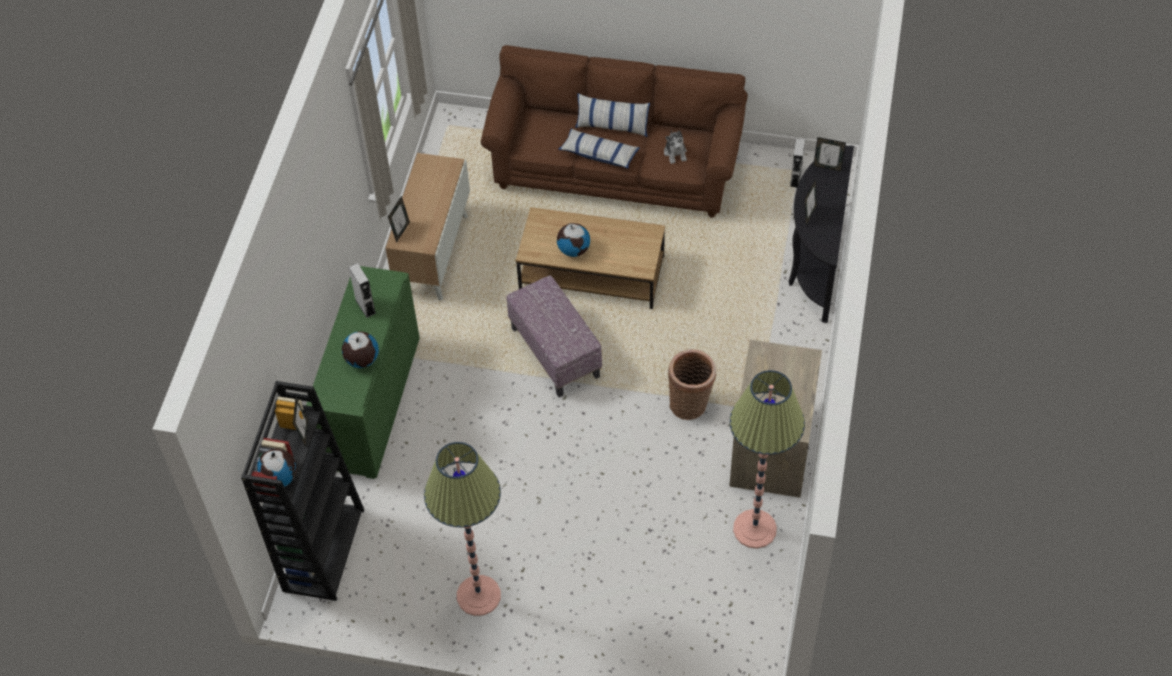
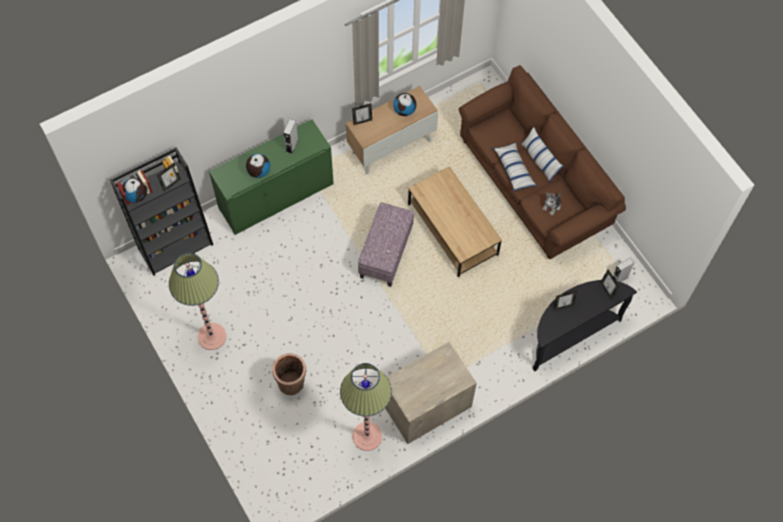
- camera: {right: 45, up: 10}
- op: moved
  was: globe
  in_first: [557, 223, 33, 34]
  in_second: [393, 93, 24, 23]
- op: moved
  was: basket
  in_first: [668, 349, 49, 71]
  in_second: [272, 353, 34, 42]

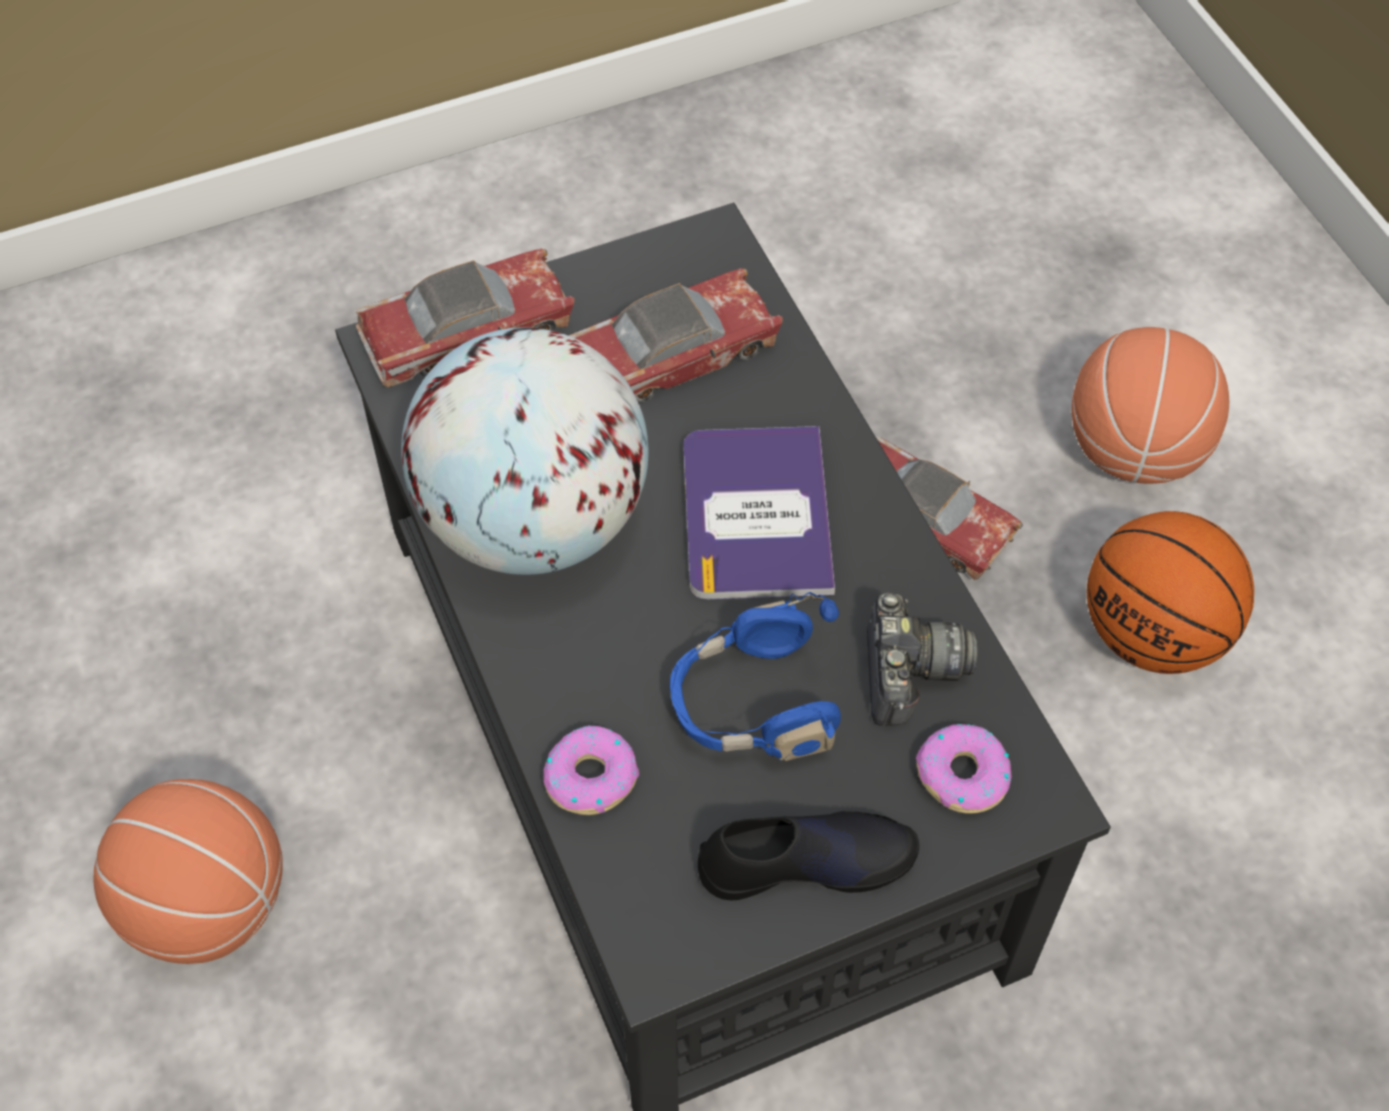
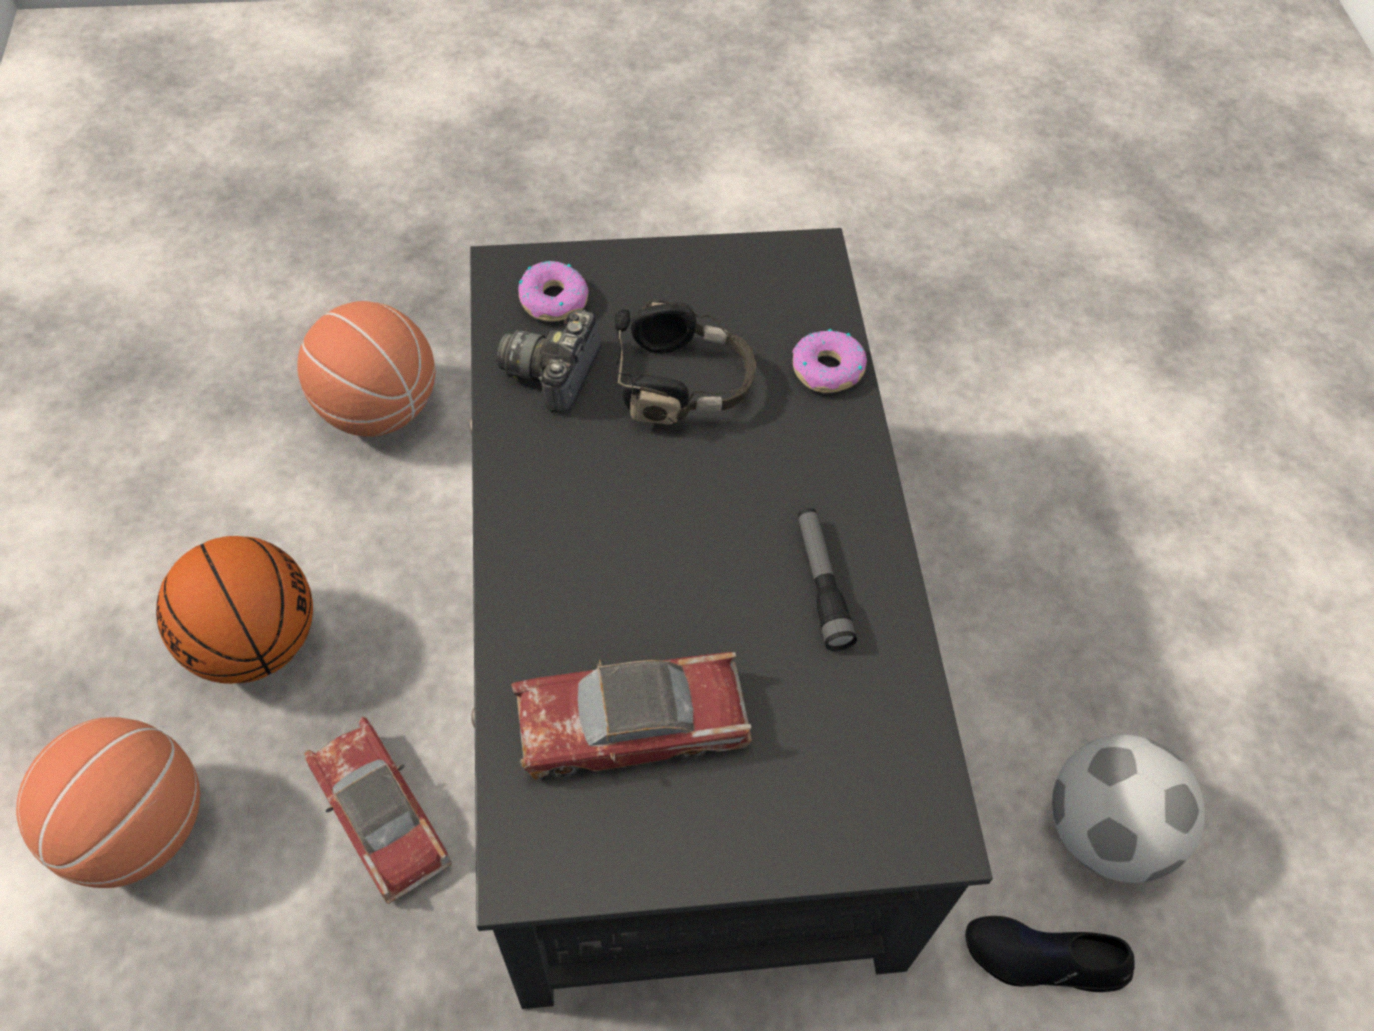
- camera: {right: -165, up: 0}
- op: removed
  was: toy car
  in_first: [354, 248, 221, 139]
- op: replaced
  was: globe
  now: flashlight
  in_first: [401, 327, 248, 248]
  in_second: [798, 508, 59, 143]
- op: removed
  was: book
  in_first: [684, 426, 151, 173]
- op: recoloured
  was: headphones (blue)
  now: headphones (black)
  in_first: [670, 592, 171, 169]
  in_second: [615, 299, 141, 126]
- op: moved
  was: basketball
  in_first: [93, 779, 190, 185]
  in_second: [298, 301, 137, 136]
- op: moved
  was: shoe (black)
  in_first: [698, 811, 221, 89]
  in_second: [965, 916, 170, 76]
- op: added
  now: football
  in_second: [1052, 735, 153, 148]

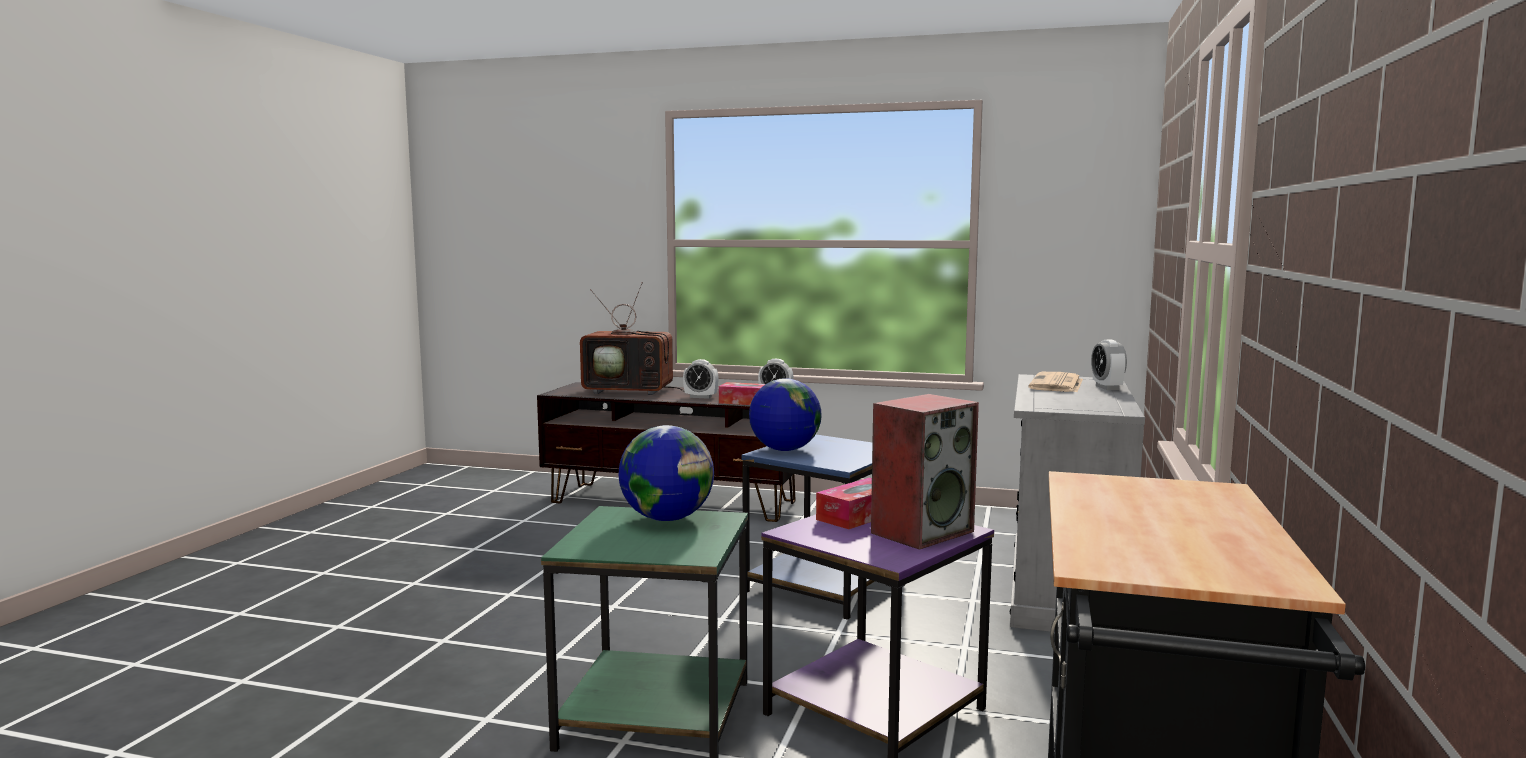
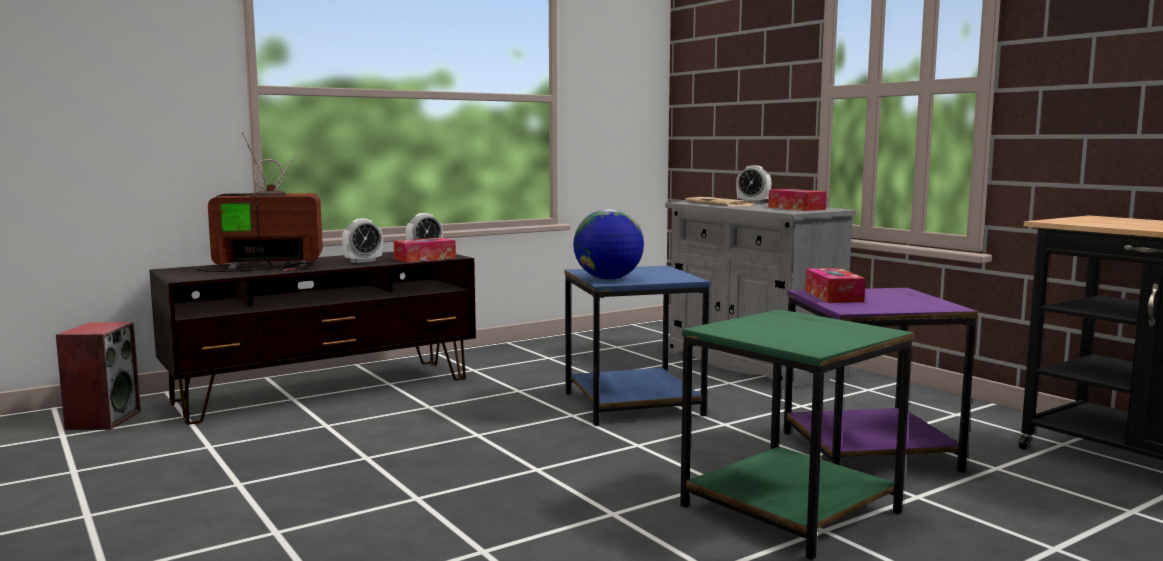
- camera: {right: -50, up: 0}
- op: turned
  was: television
  in_first: [580, 282, 105, 113]
  in_second: [193, 132, 130, 140]
  clockwise: -150
- op: moved
  was: speaker
  in_first: [871, 394, 108, 156]
  in_second: [56, 322, 85, 108]
- op: removed
  was: globe
  in_first: [619, 425, 95, 96]
- op: added
  now: tissue box
  in_second: [768, 189, 59, 22]

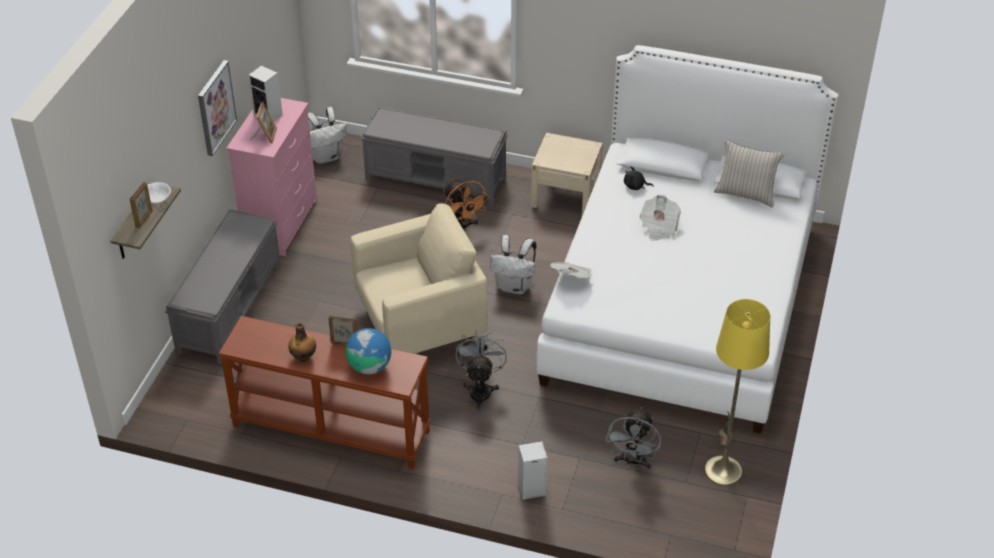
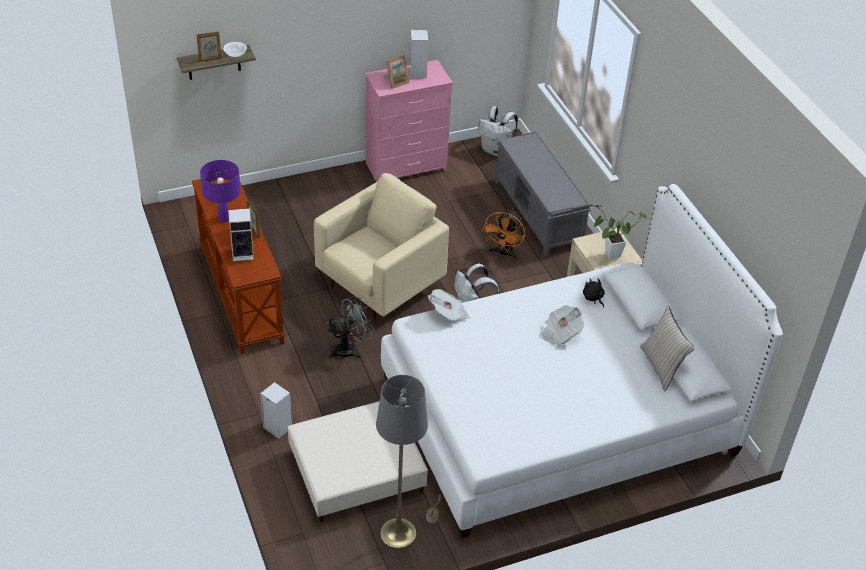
- camera: {right: 50, up: 0}
- op: removed
  was: picture
  in_first: [198, 60, 39, 96]
- op: turned
  was: armchair (beige)
  in_first: [351, 204, 137, 150]
  in_second: [314, 173, 135, 147]
  clockwise: -75
- op: removed
  was: bench (grey)
  in_first: [165, 209, 116, 155]
- op: recoloured
  was: floor lamp (yellow)
  now: floor lamp (grey)
  in_first: [705, 299, 65, 187]
  in_second: [376, 375, 52, 174]
- op: replaced
  was: bottle
  now: table lamp (purple)
  in_first: [288, 323, 28, 39]
  in_second: [200, 160, 41, 62]
- op: replaced
  was: globe
  now: speaker
  in_first: [345, 328, 47, 47]
  in_second: [228, 208, 26, 53]
- op: replaced
  was: fan (grey)
  now: ottoman (beige)
  in_first: [606, 407, 55, 62]
  in_second: [287, 402, 141, 120]
- op: added
  now: potted plant
  in_second: [590, 205, 57, 54]

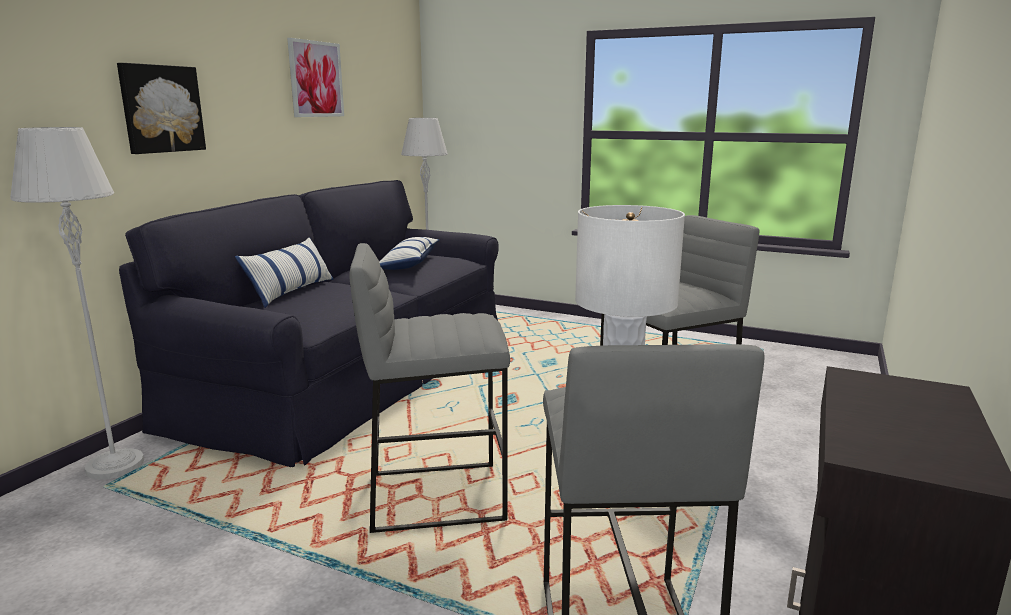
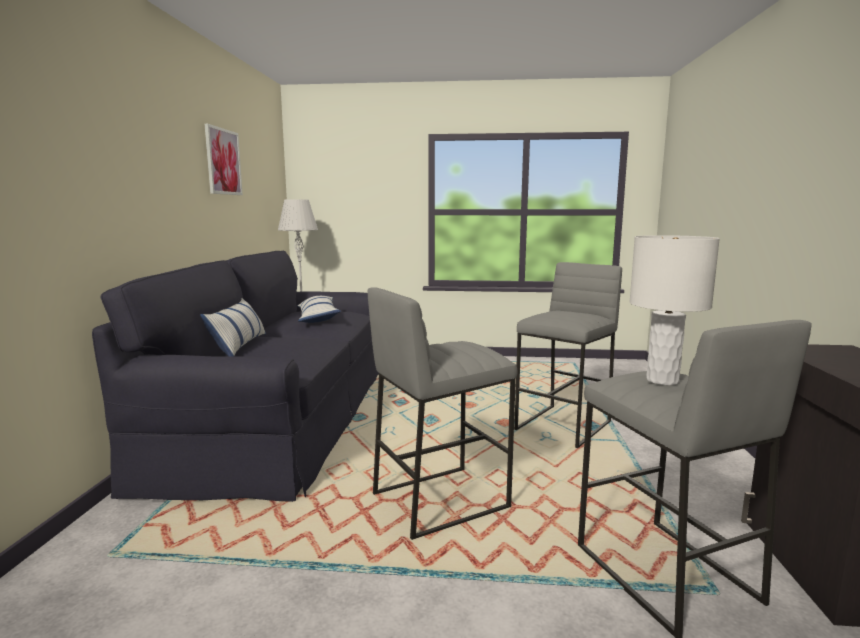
- camera: {right: -20, up: -5}
- op: removed
  was: picture
  in_first: [117, 63, 89, 91]
- op: removed
  was: floor lamp (grey)
  in_first: [10, 127, 134, 352]

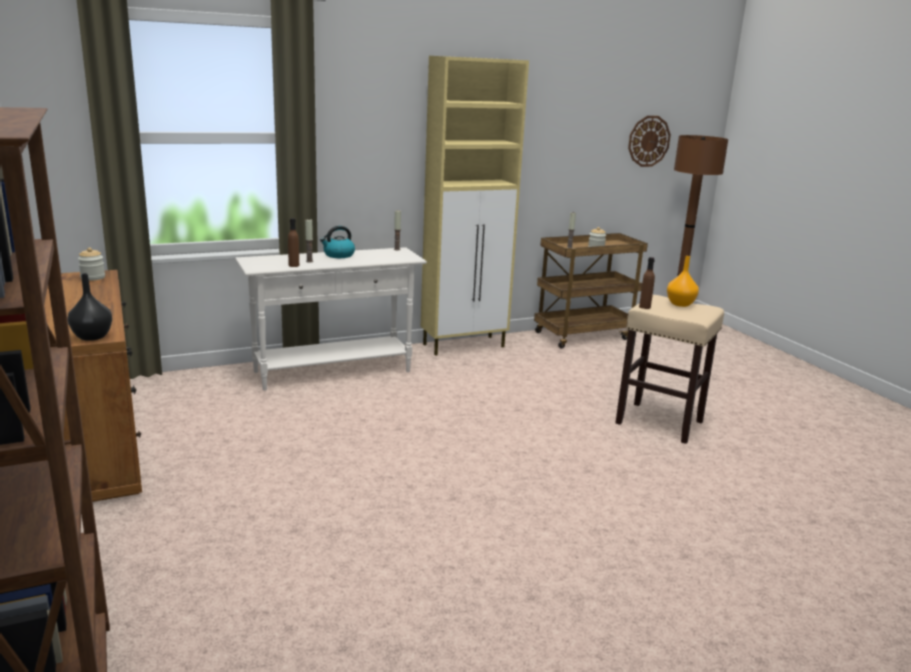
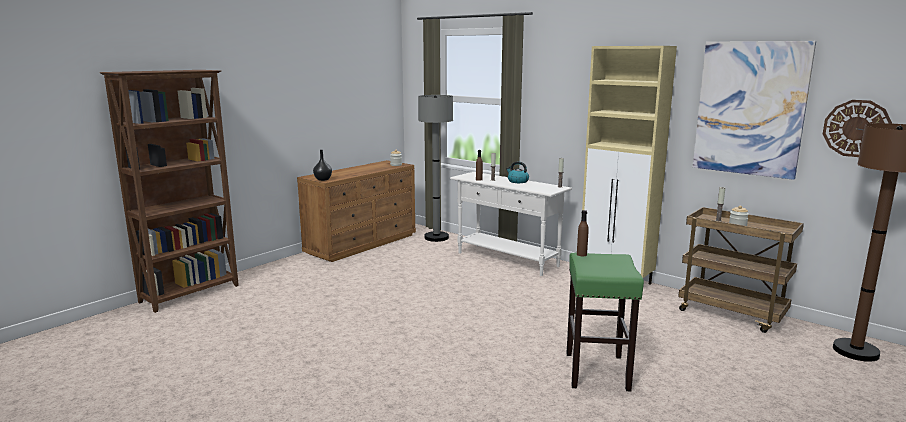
- camera: {right: 65, up: -5}
- op: removed
  was: vase (orange)
  in_first: [667, 256, 32, 51]
- op: recoloured
  was: stool (beige)
  now: stool (green)
  in_first: [615, 295, 109, 149]
  in_second: [566, 253, 78, 139]
- op: added
  now: picture
  in_second: [693, 41, 123, 139]
- op: added
  now: floor lamp (grey)
  in_second: [418, 95, 35, 147]

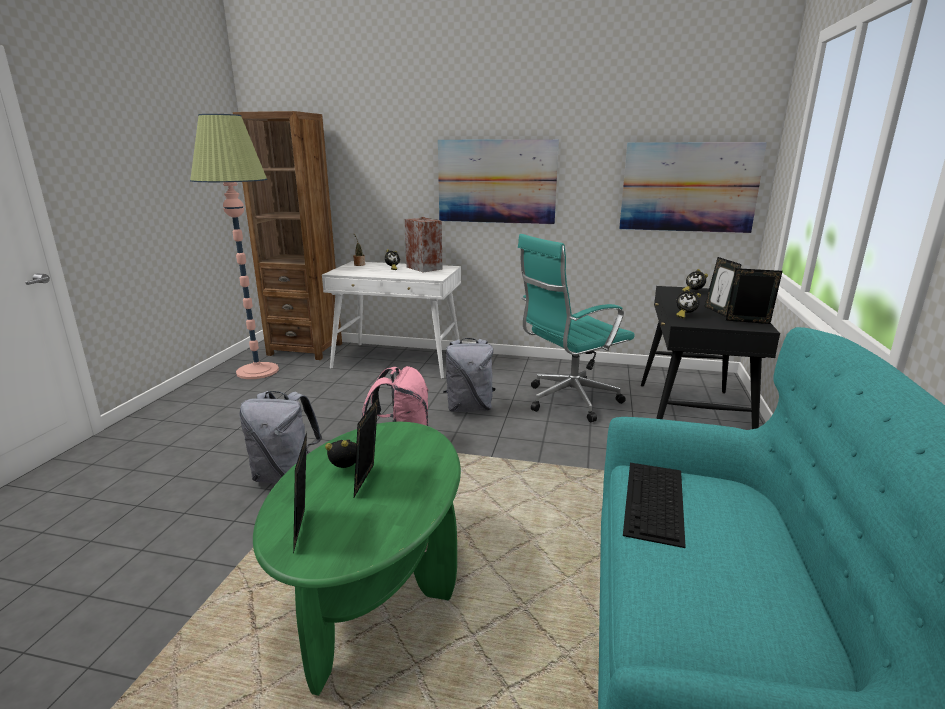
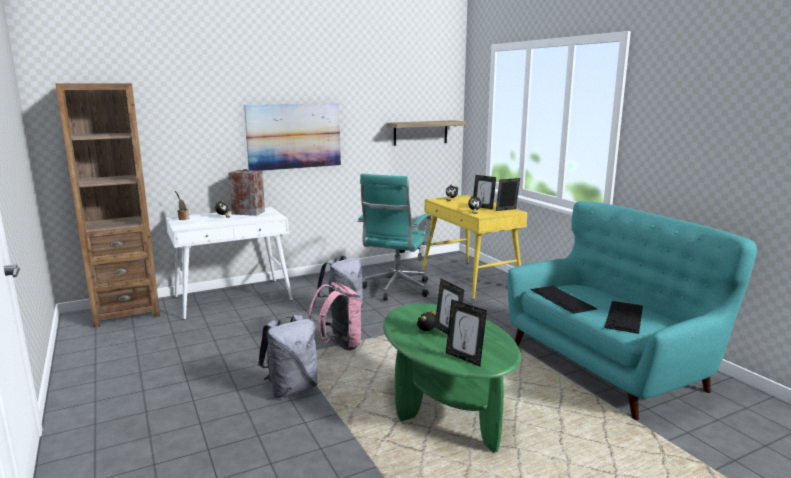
- camera: {right: -40, up: -5}
- op: removed
  was: floor lamp
  in_first: [190, 114, 89, 265]
- op: replaced
  was: picture
  now: shelf
  in_first: [619, 142, 148, 91]
  in_second: [386, 120, 80, 26]
- op: recoloured
  was: desk (black)
  now: desk (yellow)
  in_first: [641, 286, 139, 143]
  in_second: [422, 195, 106, 105]
- op: added
  now: keyboard
  in_second: [604, 301, 39, 33]

